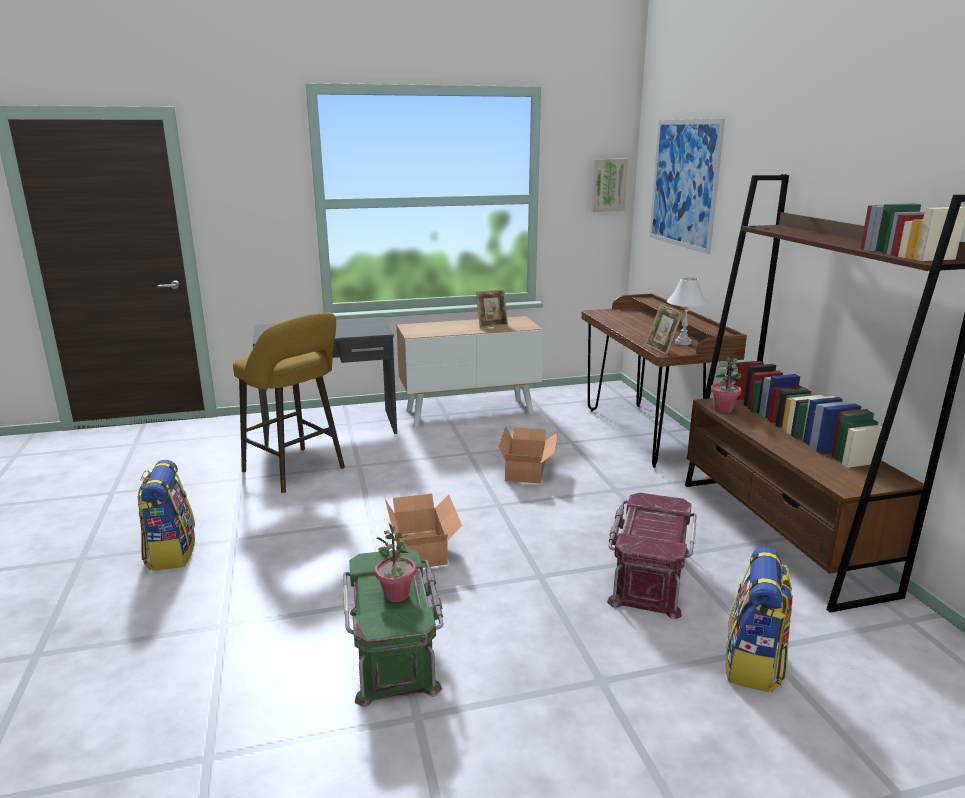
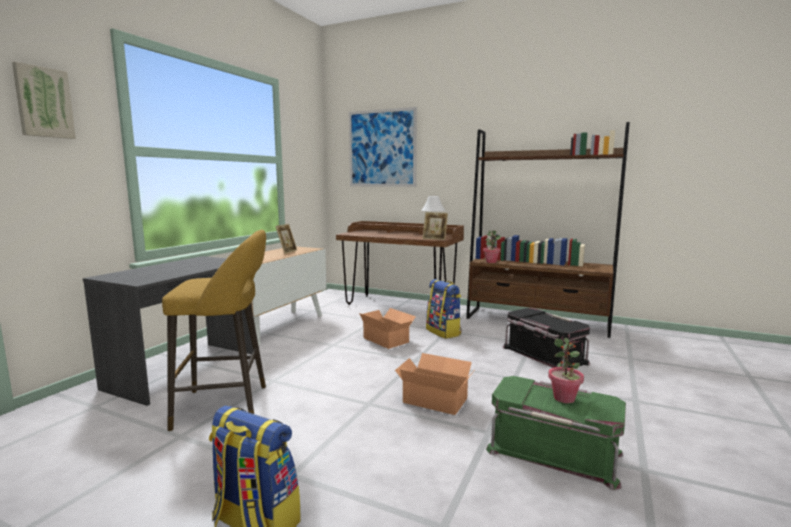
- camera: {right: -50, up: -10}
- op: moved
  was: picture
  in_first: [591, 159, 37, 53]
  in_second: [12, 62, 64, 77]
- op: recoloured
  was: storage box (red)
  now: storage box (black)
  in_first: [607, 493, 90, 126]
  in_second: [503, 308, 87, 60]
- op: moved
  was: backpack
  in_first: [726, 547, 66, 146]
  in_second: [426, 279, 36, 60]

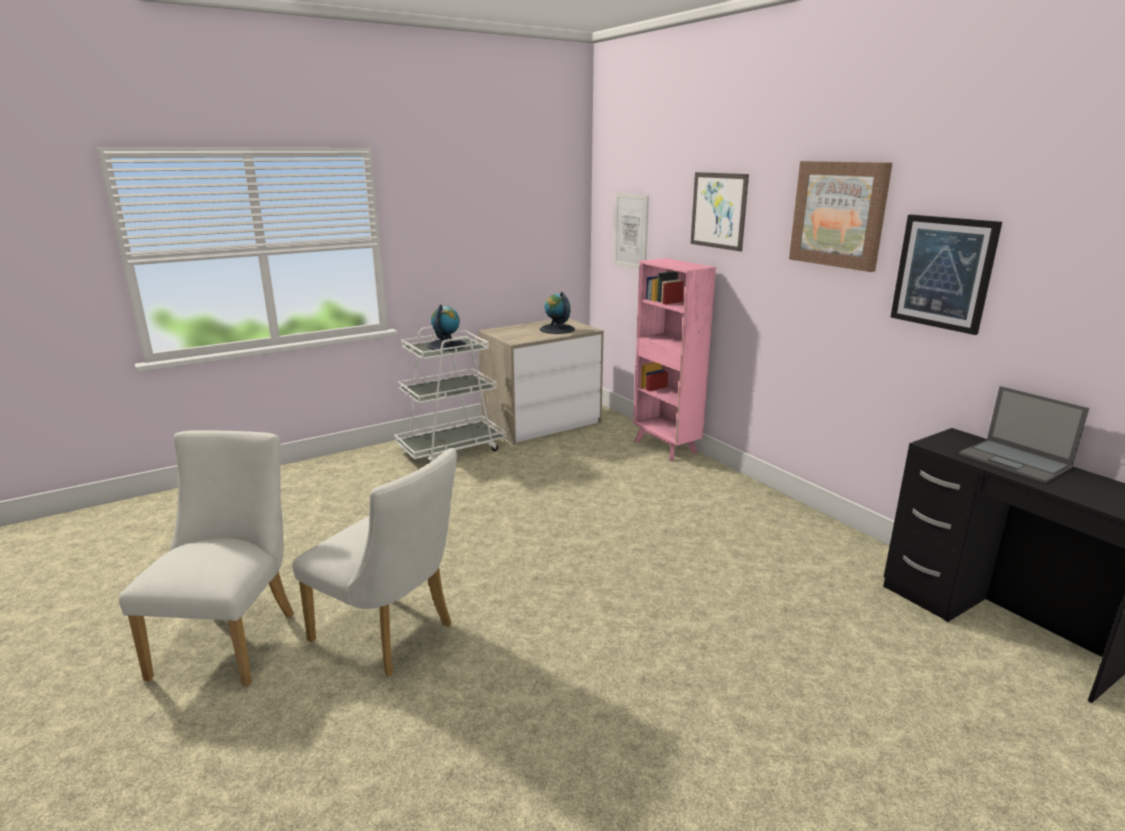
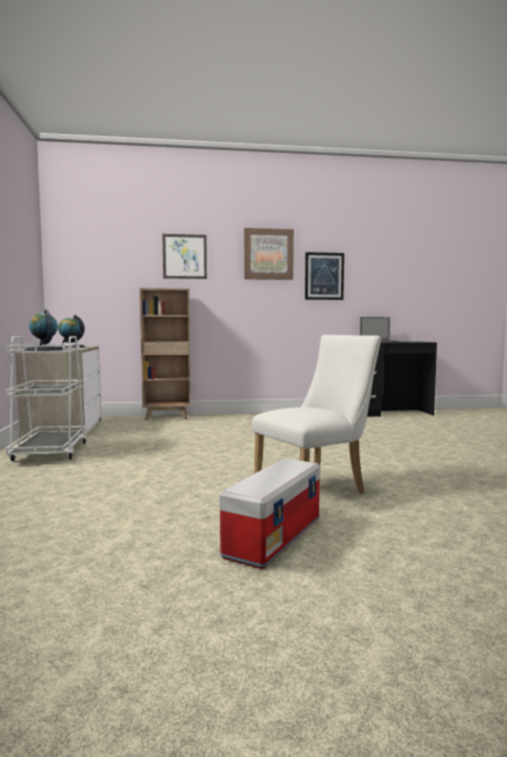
- camera: {right: -65, up: -15}
- op: removed
  was: picture
  in_first: [614, 193, 35, 76]
- op: recoloured
  was: bookcase (pink)
  now: bookcase (brown)
  in_first: [633, 258, 83, 203]
  in_second: [139, 288, 52, 133]
- op: replaced
  was: chair (white)
  now: storage box
  in_first: [119, 431, 175, 256]
  in_second: [219, 458, 101, 111]

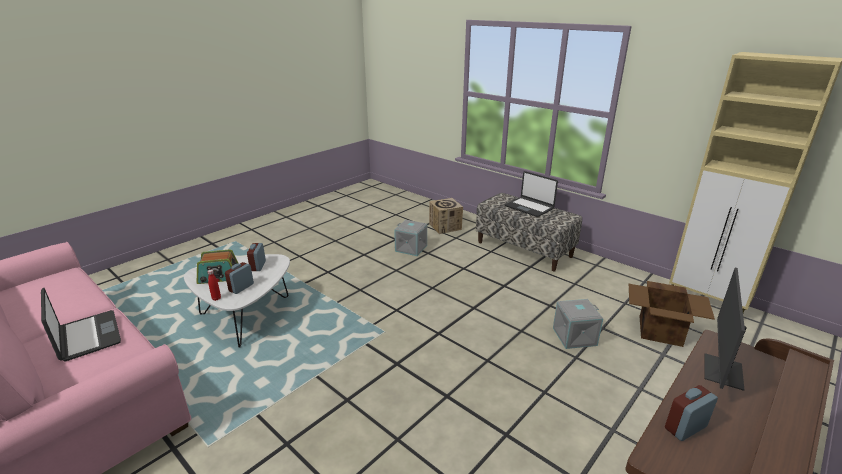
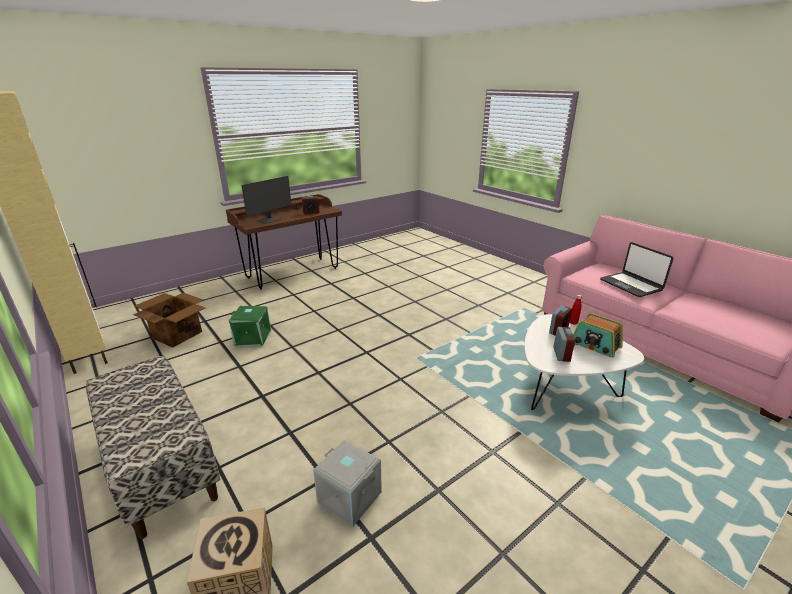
- camera: {right: -170, up: 0}
- op: removed
  was: laptop
  in_first: [505, 171, 53, 46]
- op: turned
  was: radio
  in_first: [197, 249, 41, 35]
  in_second: [573, 313, 49, 45]
  clockwise: -135
- op: recoloured
  was: storage box (grey)
  now: storage box (green)
  in_first: [553, 299, 50, 50]
  in_second: [229, 306, 42, 40]

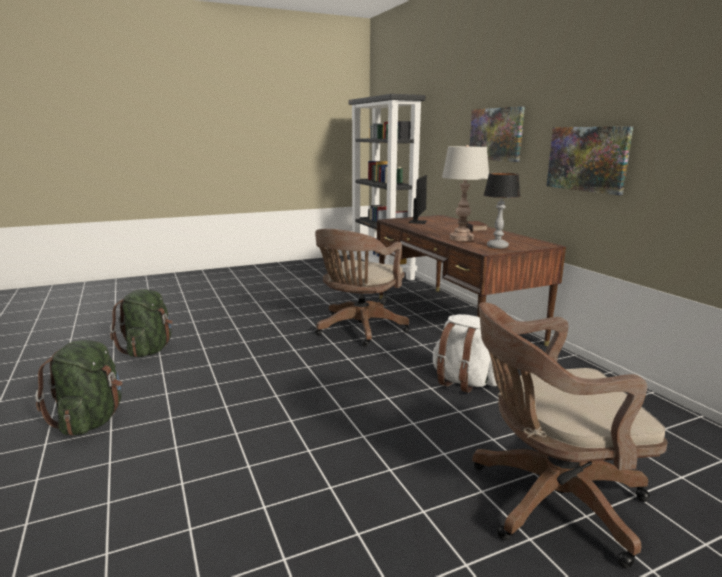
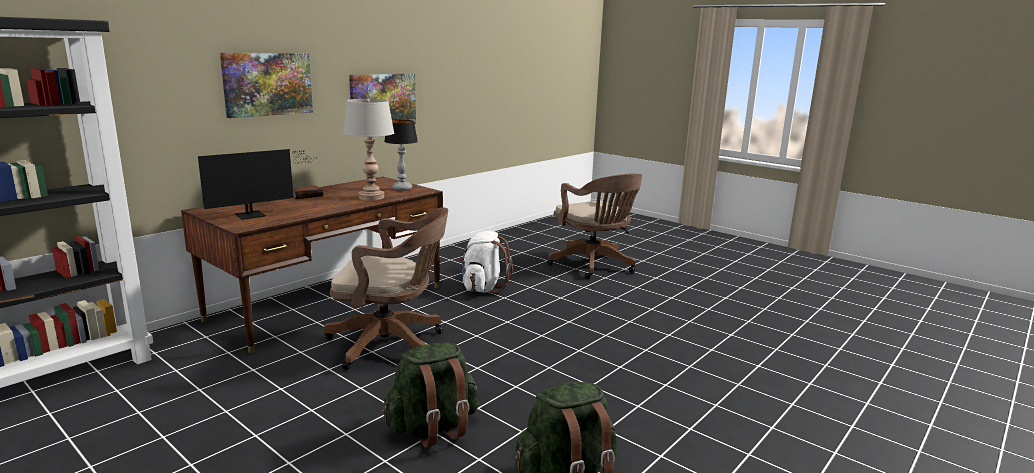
- camera: {right: -115, up: 0}
- op: turned
  was: monitor
  in_first: [409, 175, 20, 49]
  in_second: [198, 149, 118, 71]
  clockwise: 150
- op: moved
  was: backpack (green)
  in_first: [35, 340, 88, 96]
  in_second: [382, 343, 97, 104]

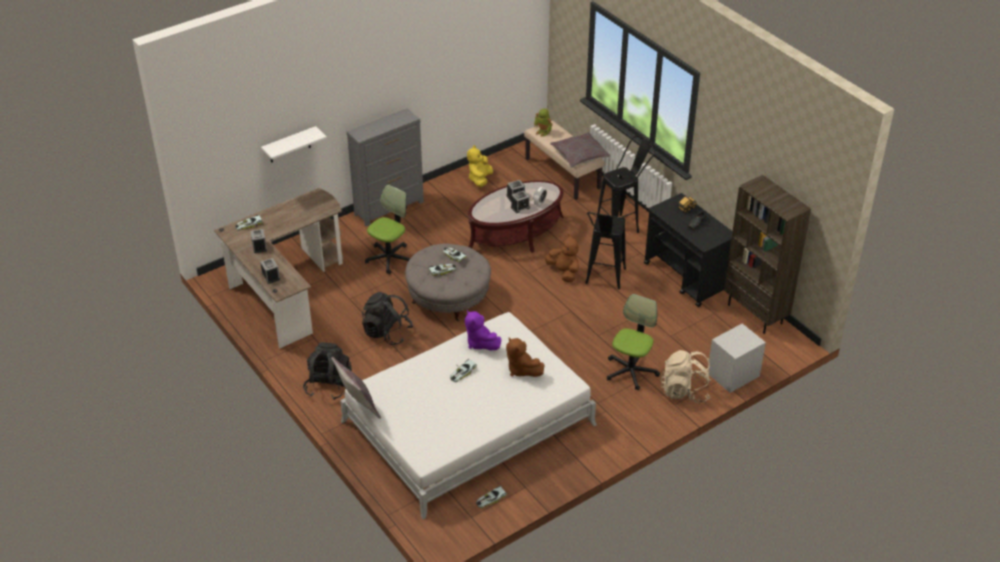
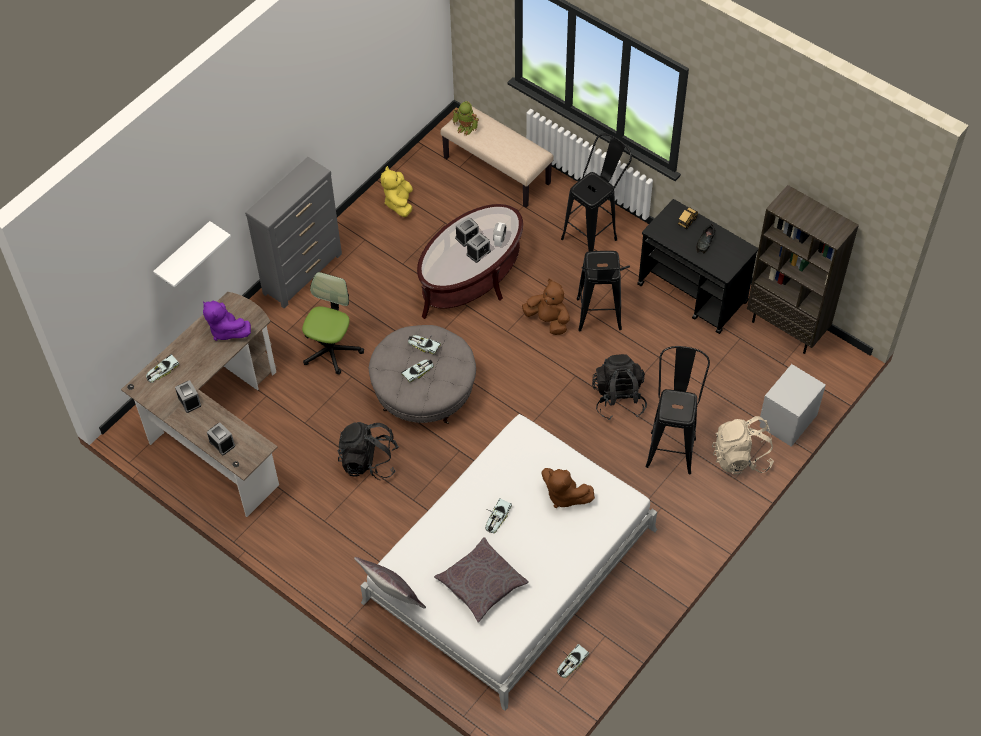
- camera: {right: -15, up: 15}
- op: moved
  was: pillow (grey)
  in_first: [550, 132, 60, 36]
  in_second: [434, 537, 95, 85]
- op: replaced
  was: office chair
  now: stool (black)
  in_first: [607, 294, 53, 96]
  in_second: [646, 346, 64, 129]
- op: moved
  was: plush toy (purple)
  in_first: [465, 310, 36, 40]
  in_second: [203, 301, 48, 40]
- op: moved
  was: backpack (black)
  in_first: [303, 342, 49, 58]
  in_second: [592, 354, 55, 66]

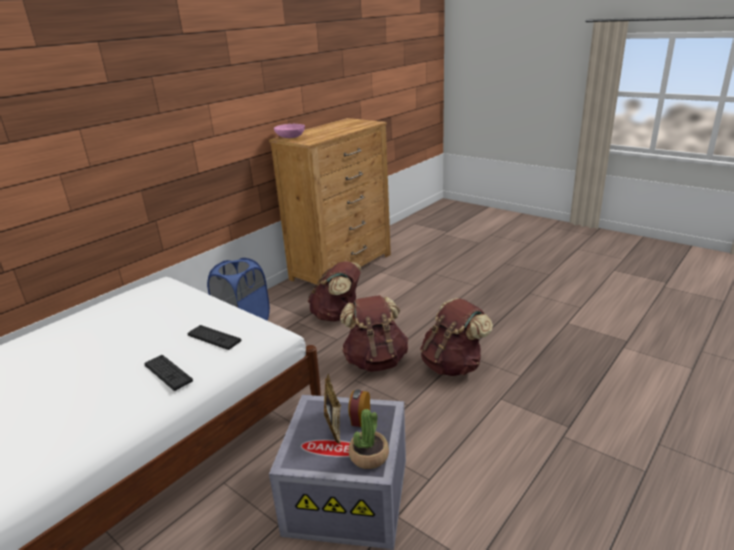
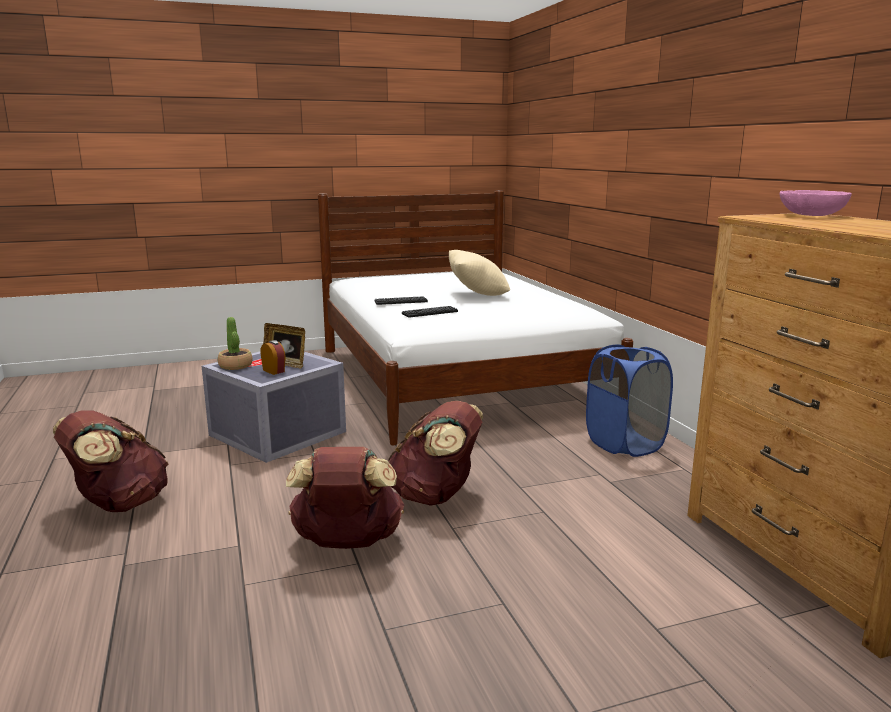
- camera: {right: 120, up: -10}
- op: moved
  was: backpack (brown)
  in_first: [307, 261, 54, 61]
  in_second: [53, 410, 115, 102]
- op: added
  now: pillow (beige)
  in_second: [449, 250, 61, 46]

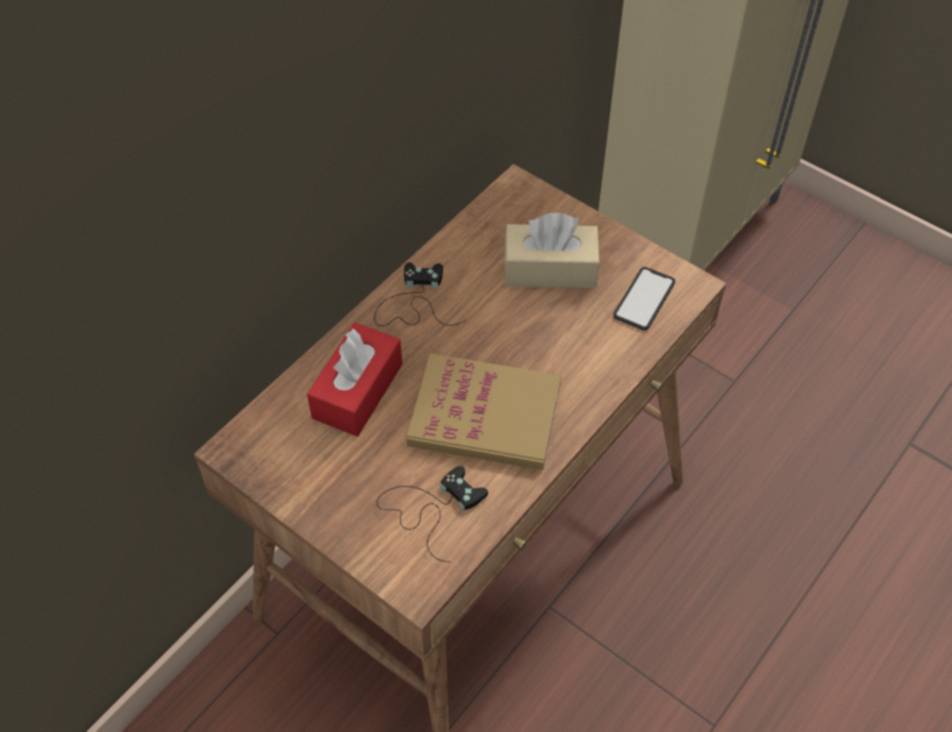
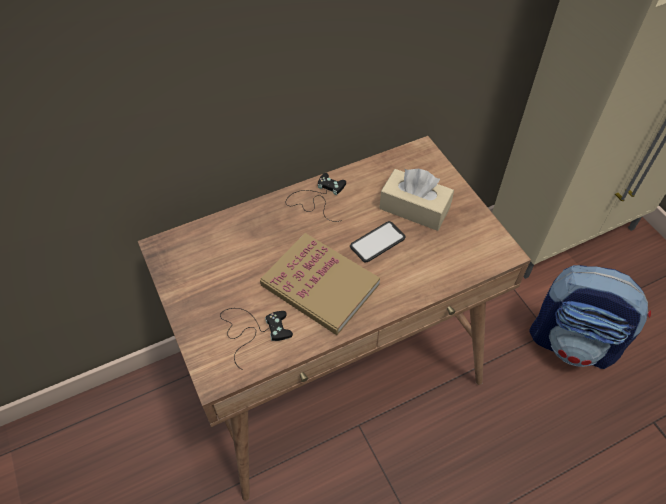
- camera: {right: 25, up: 0}
- op: moved
  was: phone
  in_first: [613, 267, 62, 63]
  in_second: [350, 221, 56, 41]
- op: removed
  was: tissue box (red)
  in_first: [307, 322, 95, 115]
- op: added
  now: backpack
  in_second: [529, 265, 122, 104]

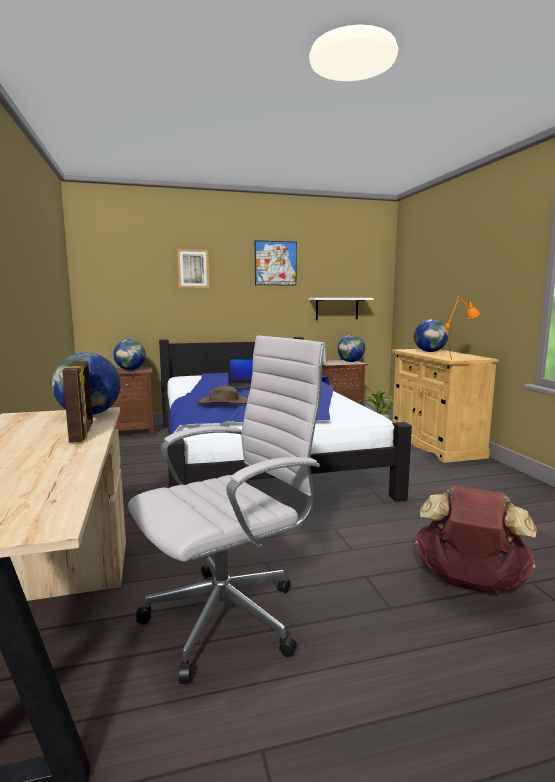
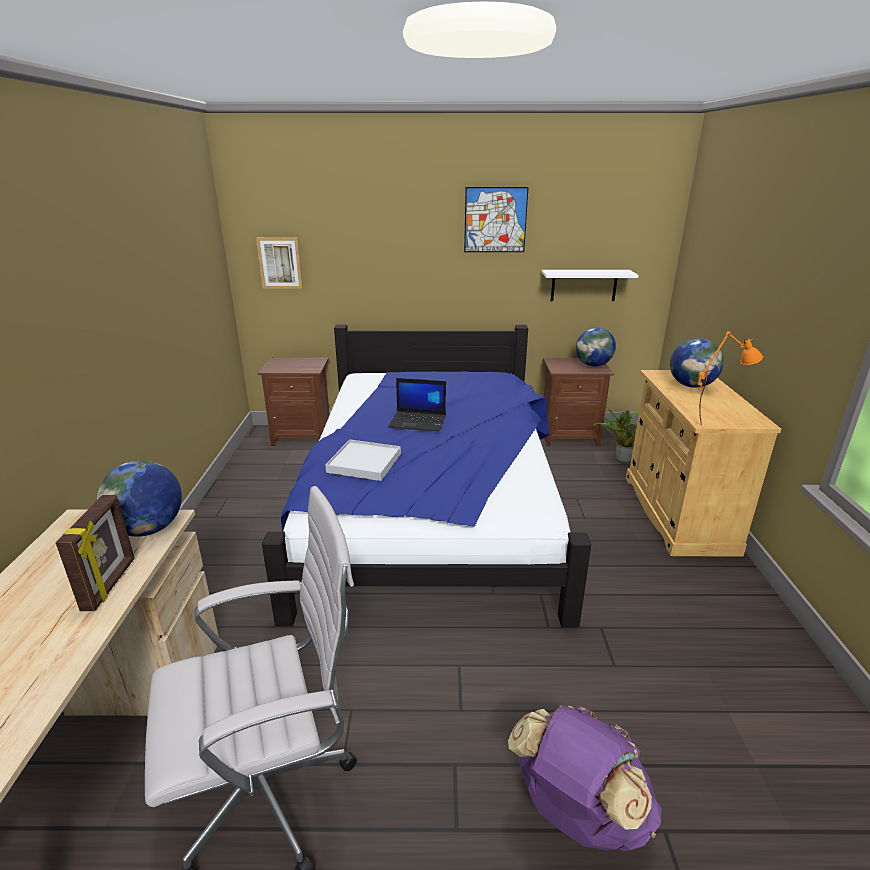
- camera: {right: 15, up: 15}
- op: moved
  was: picture
  in_first: [177, 249, 32, 39]
  in_second: [256, 237, 47, 52]
- op: removed
  was: globe
  in_first: [113, 339, 33, 31]
- op: replaced
  was: hat (brown)
  now: tray (white)
  in_first: [197, 386, 51, 18]
  in_second: [325, 439, 76, 42]
- op: recoloured
  was: backpack (brown)
  now: backpack (purple)
  in_first: [415, 486, 122, 108]
  in_second: [508, 705, 153, 146]

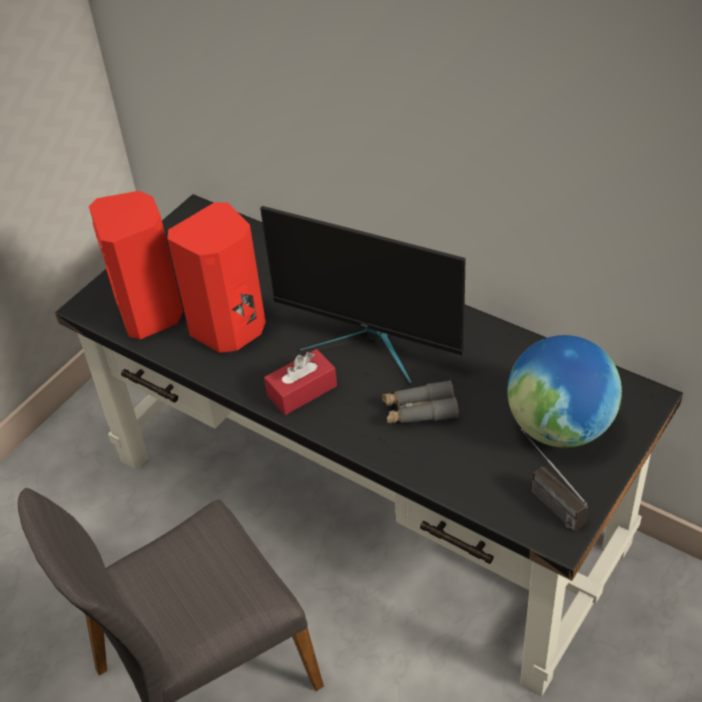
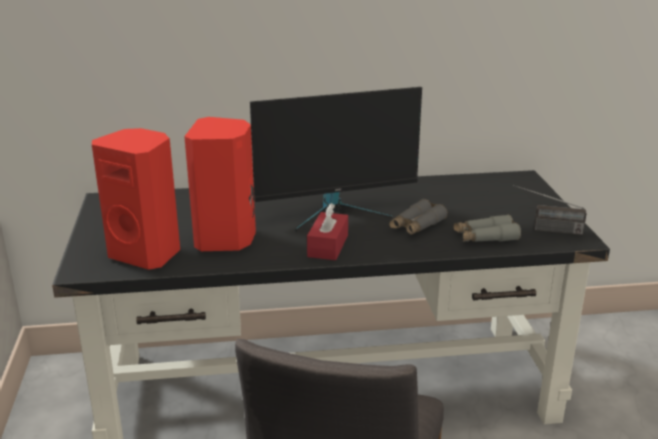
- camera: {right: -45, up: -20}
- op: removed
  was: globe
  in_first: [507, 335, 115, 113]
- op: added
  now: binoculars (grey)
  in_second: [453, 214, 68, 28]

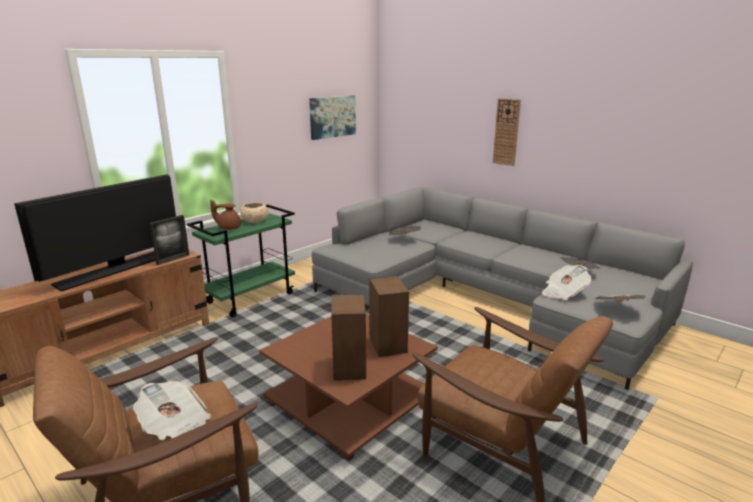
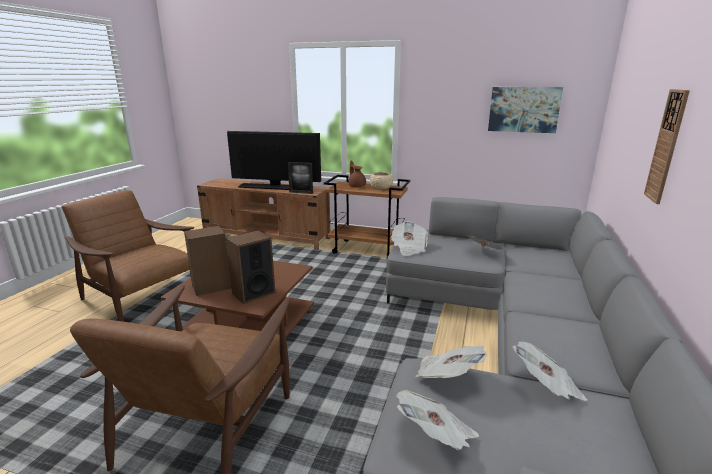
- camera: {right: 65, up: 0}
- op: recoloured
  was: cart (green)
  now: cart (brown)
  in_first: [187, 205, 108, 112]
  in_second: [324, 175, 86, 83]
- op: moved
  was: newspaper
  in_first: [133, 381, 78, 59]
  in_second: [391, 221, 37, 35]

